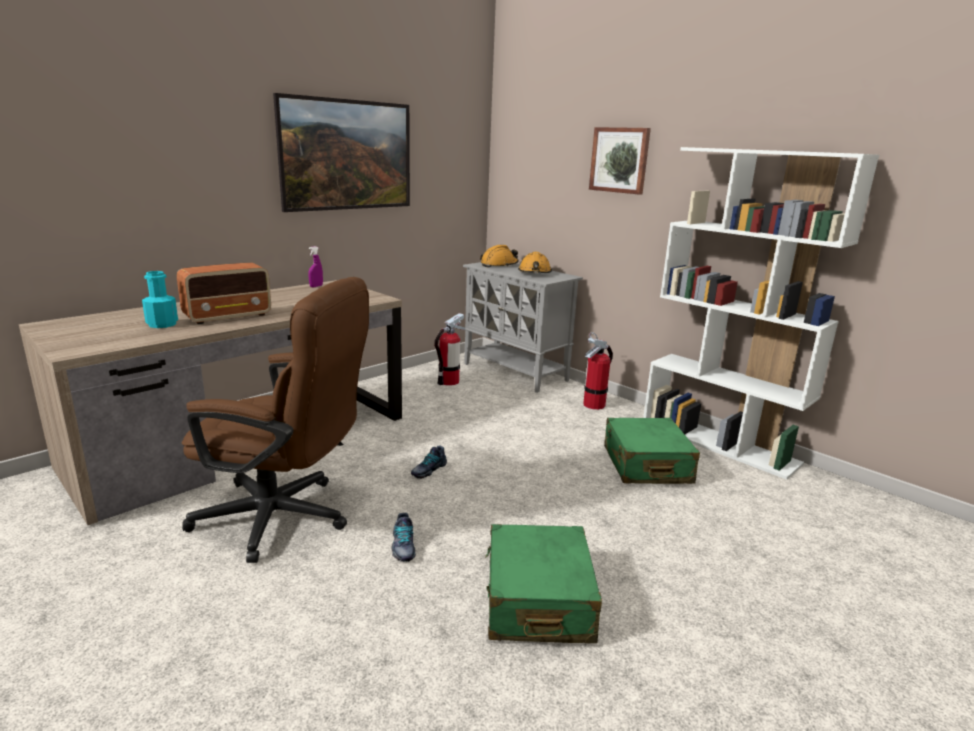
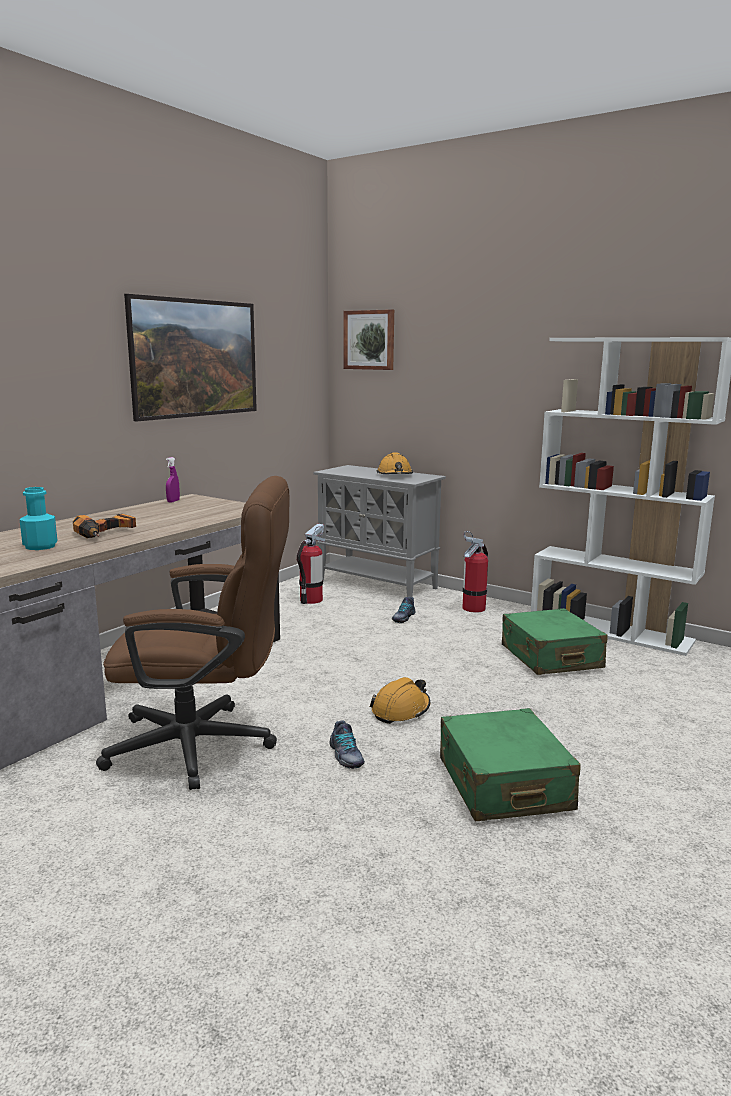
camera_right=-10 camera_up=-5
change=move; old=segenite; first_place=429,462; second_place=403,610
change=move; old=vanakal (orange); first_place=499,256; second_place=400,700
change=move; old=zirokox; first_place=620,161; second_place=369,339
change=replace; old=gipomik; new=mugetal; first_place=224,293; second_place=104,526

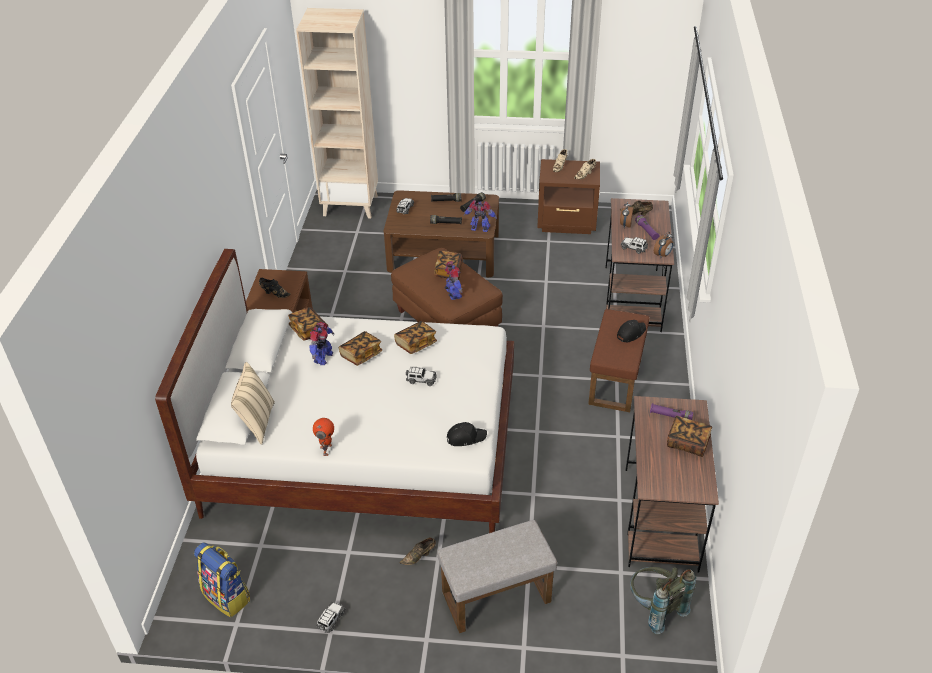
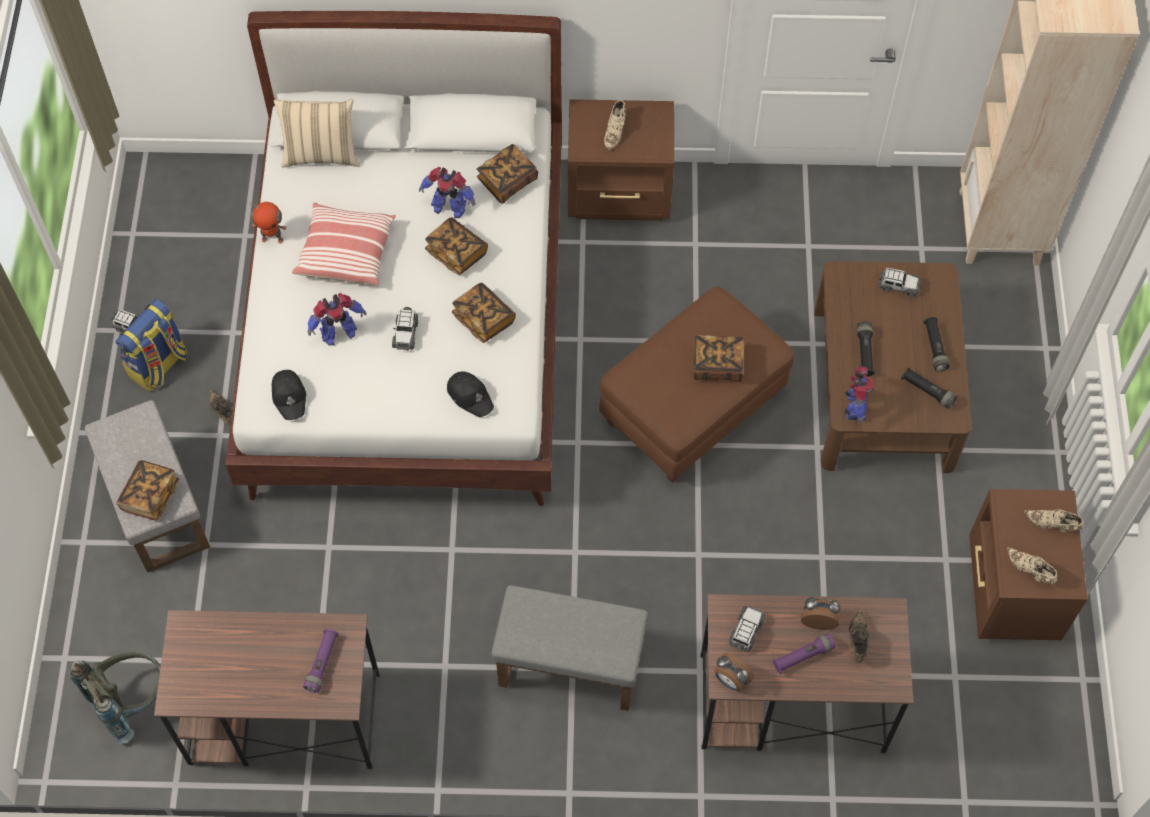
camera_right=85 camera_up=20
change=insert; new=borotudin; second_place=344,244
change=move; old=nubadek; first_place=222,580; second_place=152,345
change=move; old=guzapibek; first_place=453,280; second_place=337,319
change=move; old=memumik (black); first_place=631,331; second_place=470,394
change=move; old=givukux; first_place=689,436; second_place=147,490
change=recolor; old=segenite (black); new=segenite (beige); first_place=275,288; second_place=615,125
change=recolor; old=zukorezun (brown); new=zukorezun (grey); first_place=618,360; second_place=570,648

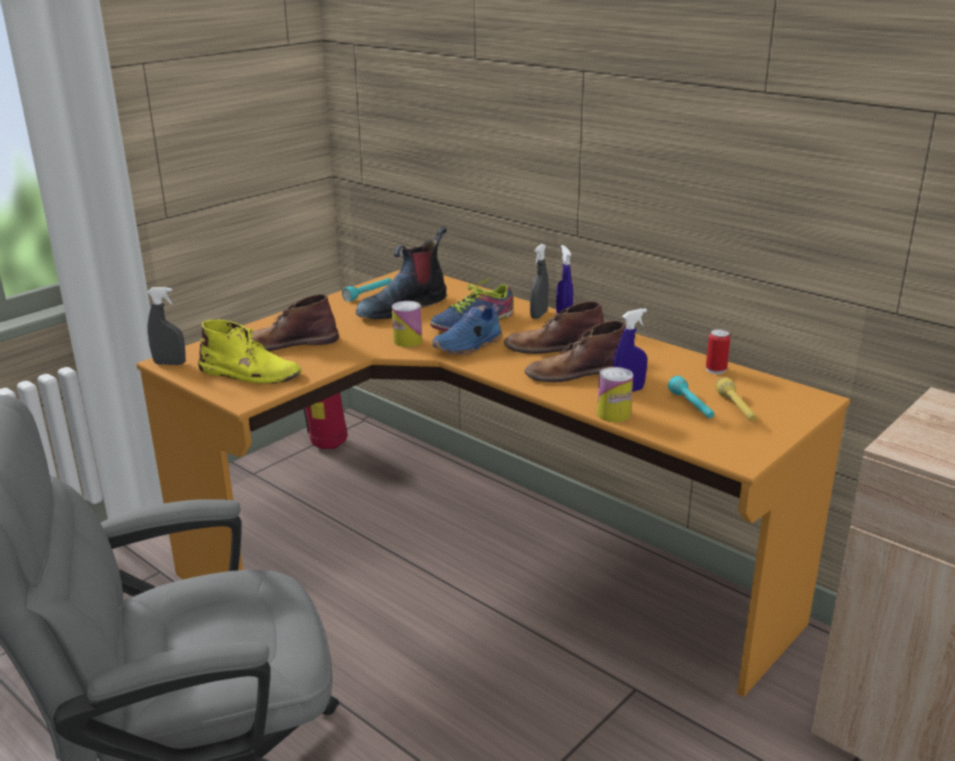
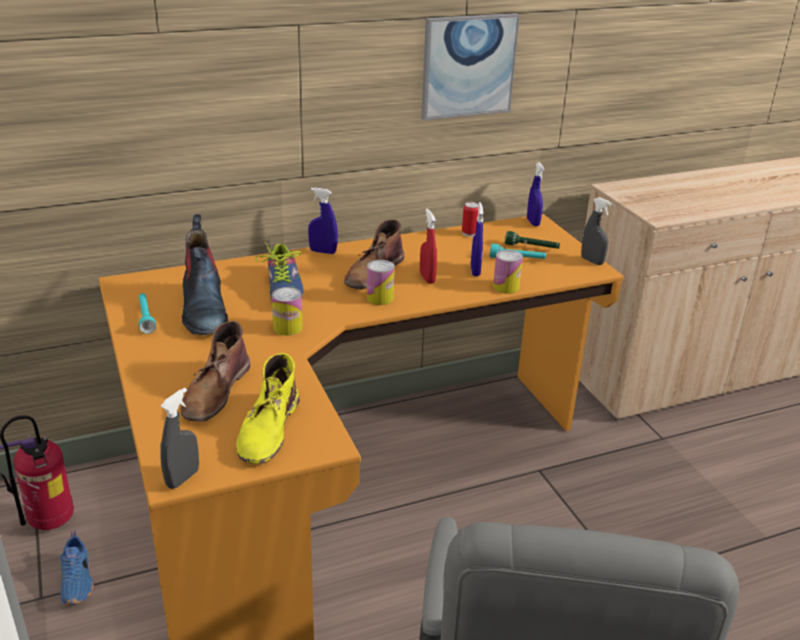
camera_right=-65 camera_up=5
change=insert; new=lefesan; second_place=381,282
change=insert; new=zirokox; second_place=470,66
change=insert; new=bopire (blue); second_place=536,194
change=move; old=segenite (blue); first_place=467,329; second_place=77,568
change=move; old=bopire (grey); first_place=539,281; second_place=596,231
change=replace; old=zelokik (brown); new=bopire (red); first_place=575,351; second_place=428,246
change=recolor; old=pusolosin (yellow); new=pusolosin (green); first_place=735,399; second_place=532,240
change=rotate; old=zelokik (yellow); first_place=249,351; second_place=268,408; degrees=150

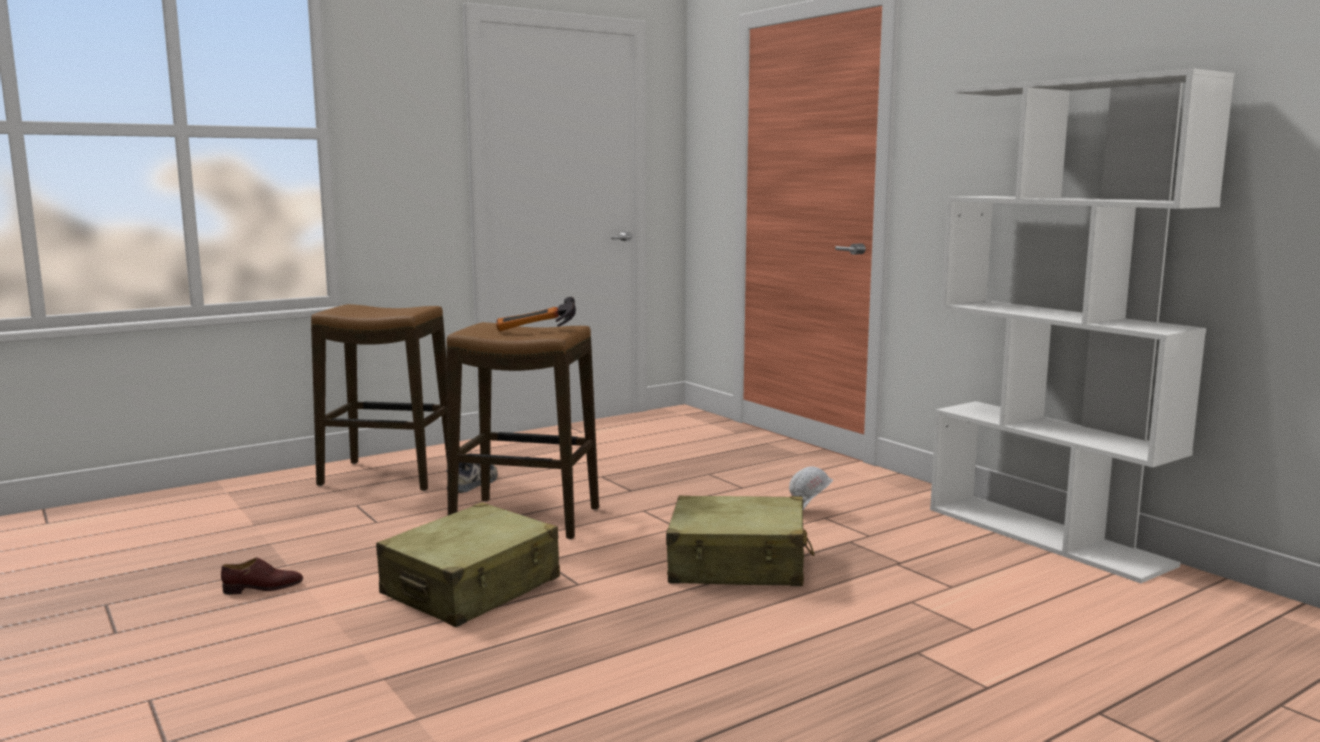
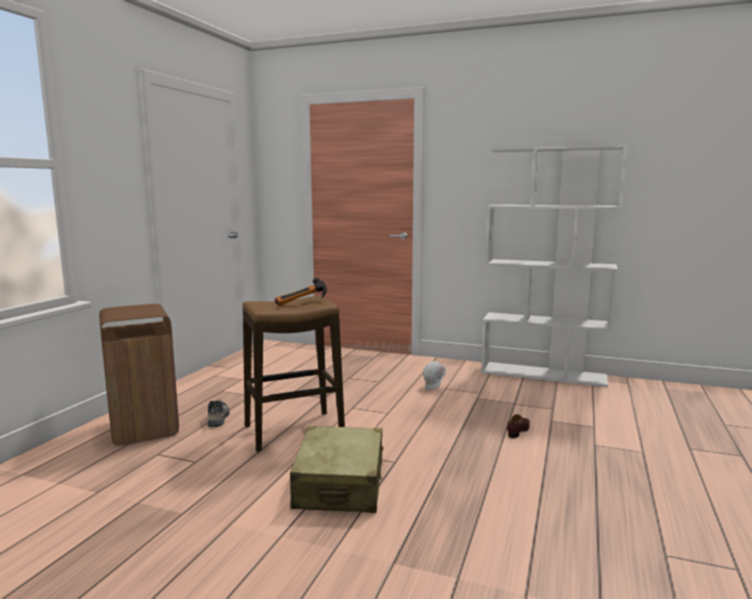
camera_right=-35 camera_up=0
change=delete; old=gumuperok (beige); first_place=740,541
change=move; old=segenite (brown); first_place=262,576; second_place=518,426
change=replace; old=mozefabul; new=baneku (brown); first_place=379,397; second_place=139,374

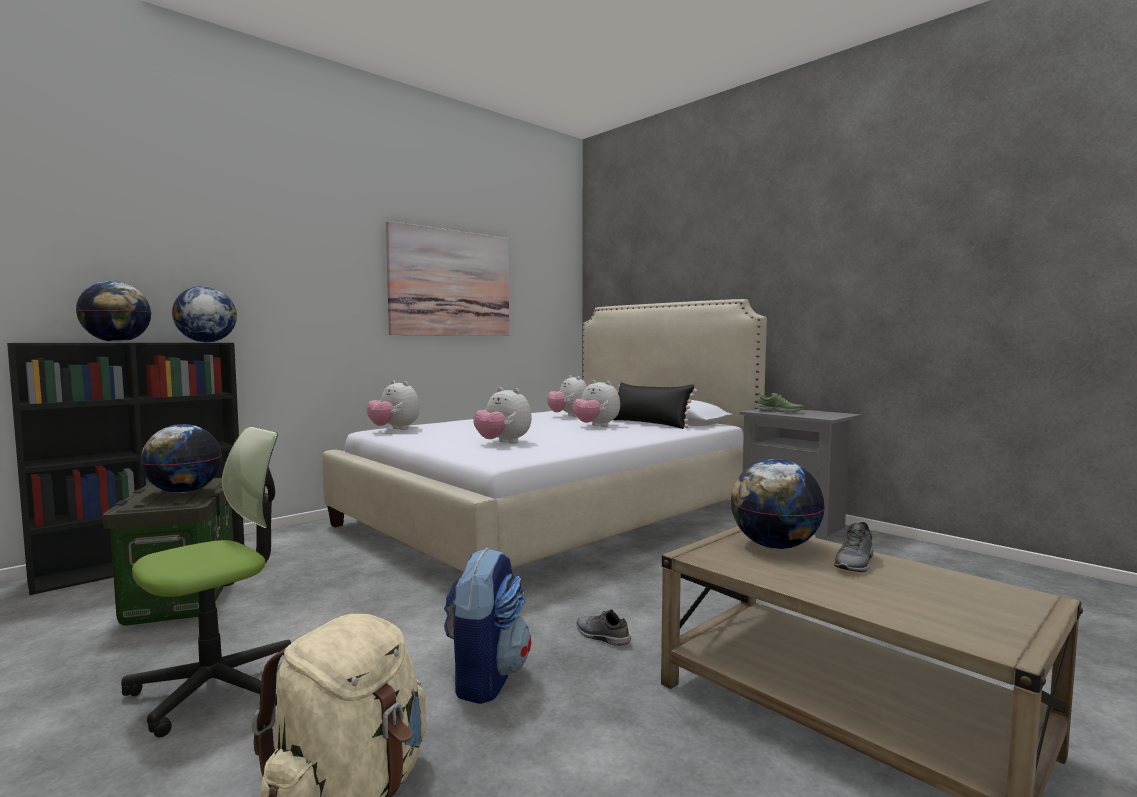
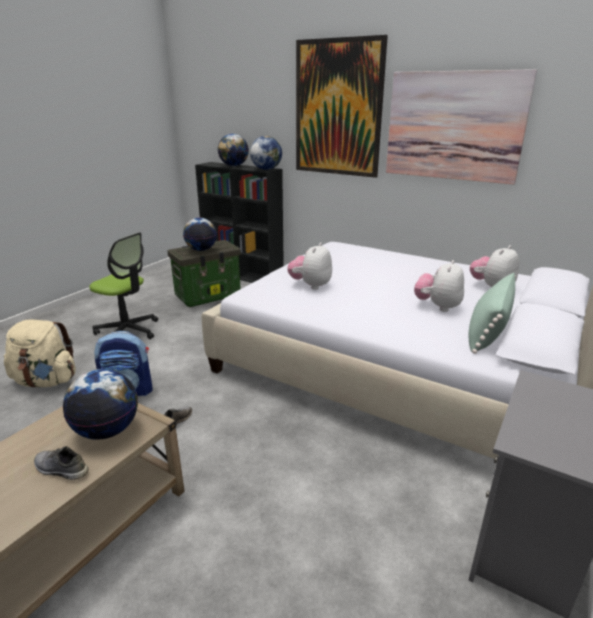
camera_right=75 camera_up=20
change=delete; old=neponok; first_place=393,405
change=delete; old=segenite; first_place=780,403
change=insert; new=zirokox; second_place=342,106
change=recolor; old=borotudin (black); new=borotudin (green); first_place=655,405; second_place=492,313

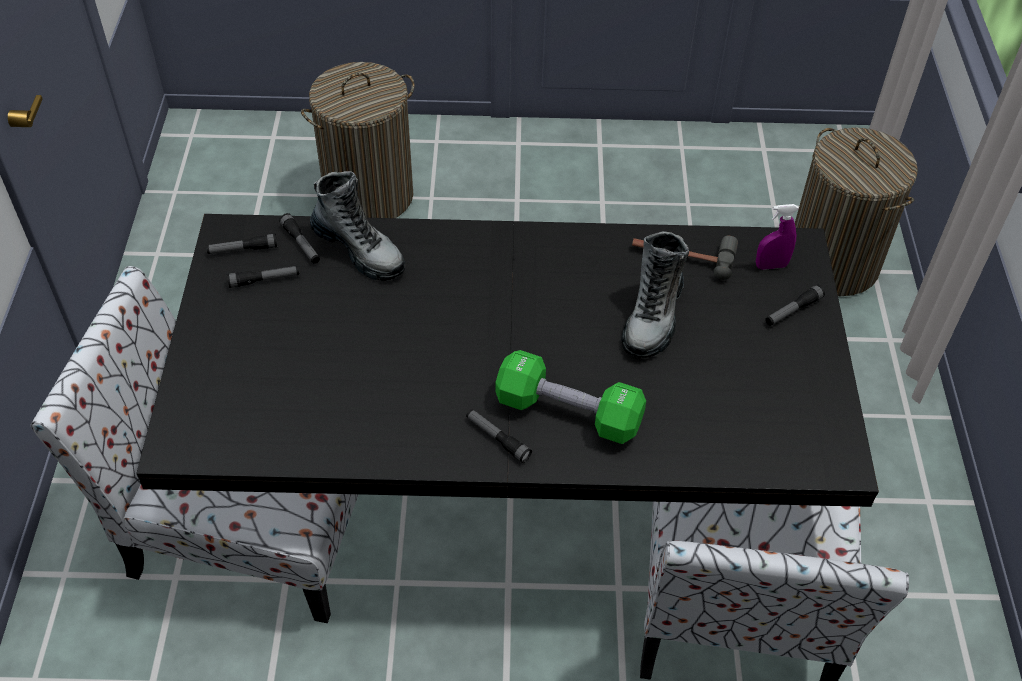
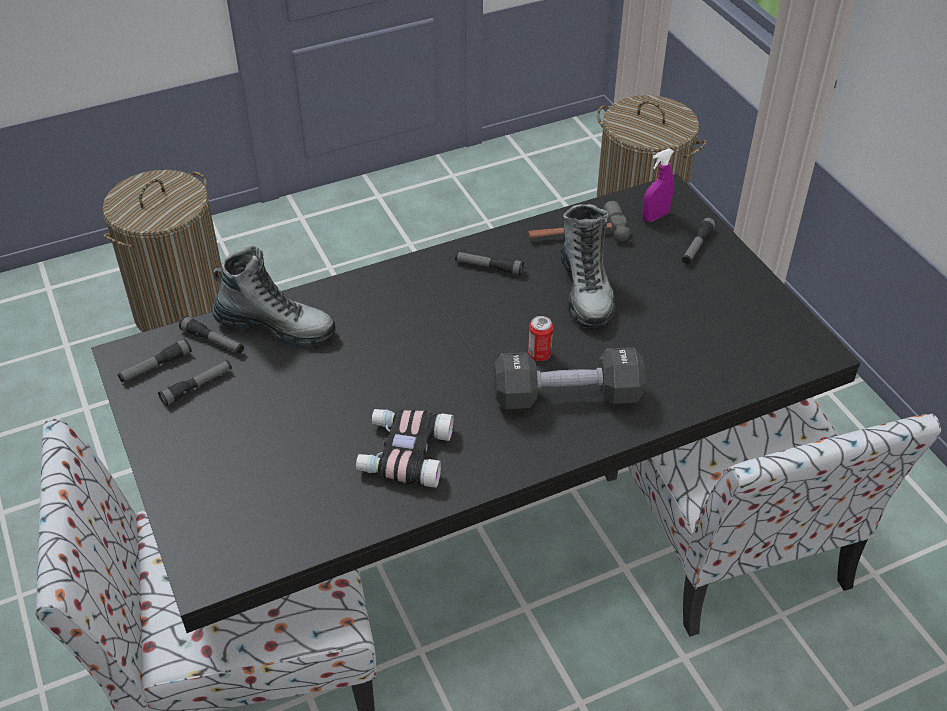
camera_right=-25 camera_up=-5
change=insert; new=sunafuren; second_place=405,448
change=insert; new=lefesan; second_place=540,338
change=move; old=pusolosin; first_place=499,436; second_place=489,263
change=recolor; old=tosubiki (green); new=tosubiki (black); first_place=570,397; second_place=570,378

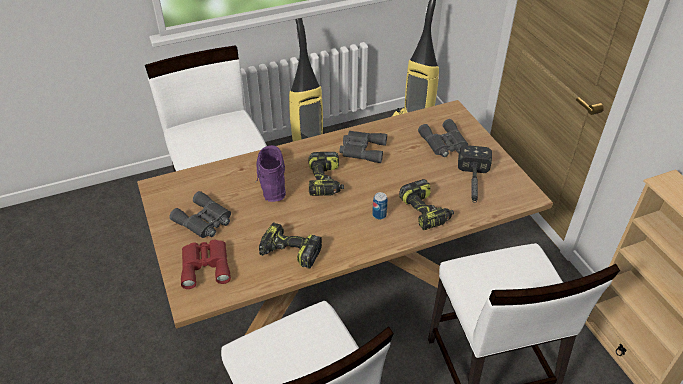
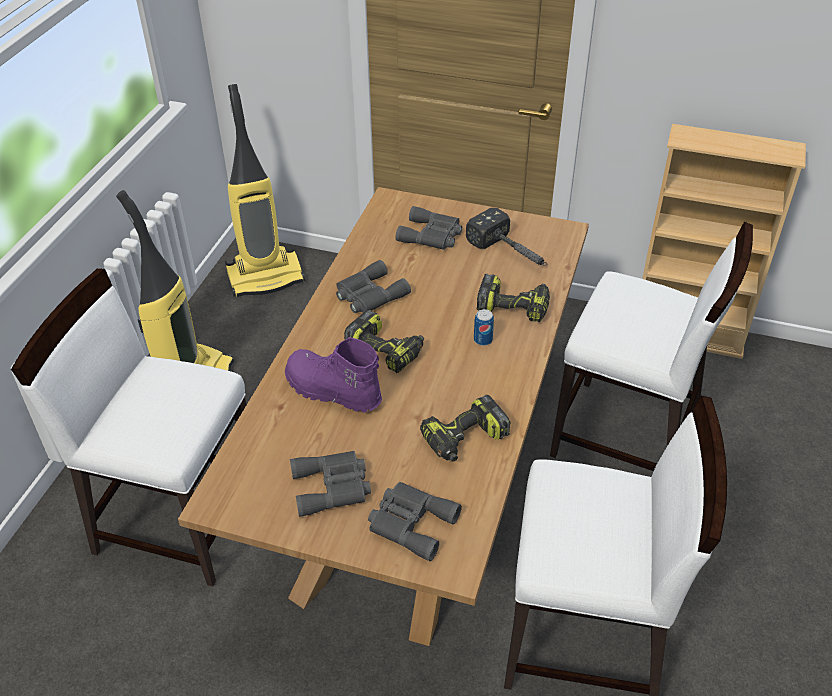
camera_right=-50 camera_up=0
change=recolor; old=sunafuren (red); new=sunafuren (grey); first_place=206,264; second_place=415,521

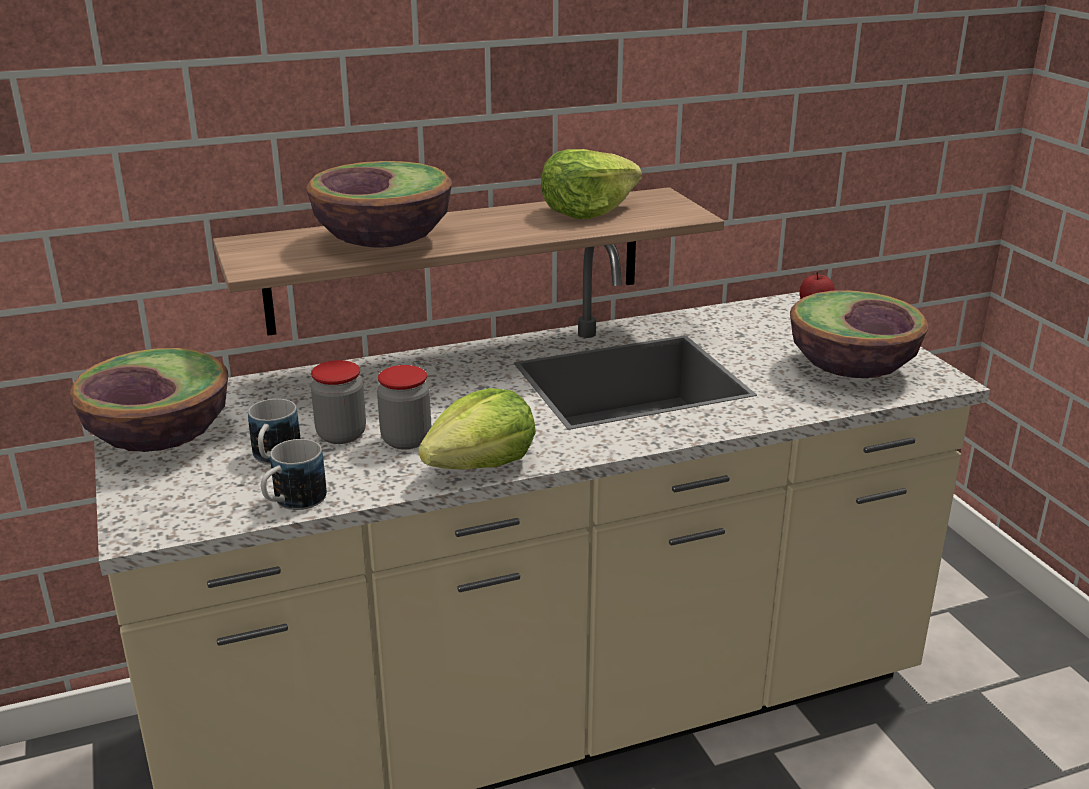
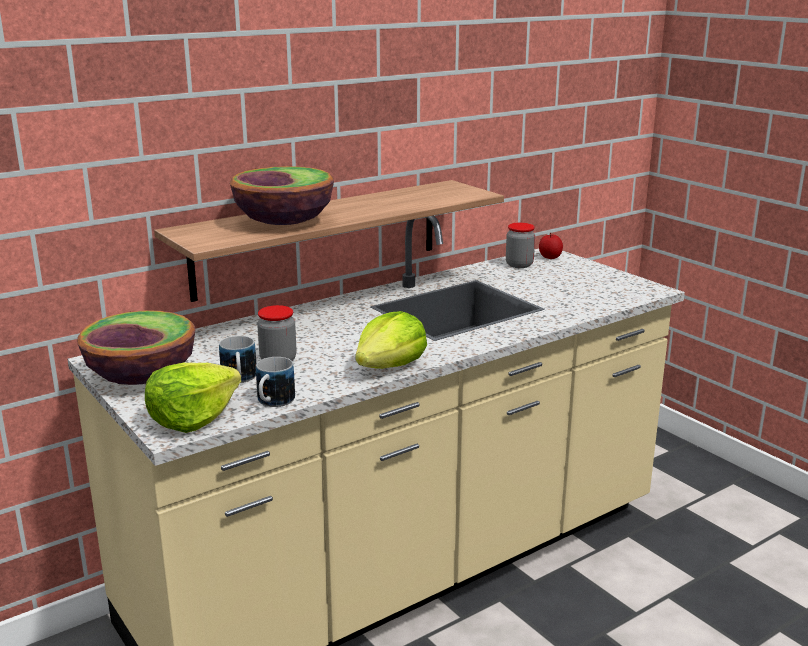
camera_right=-15 camera_up=-5
change=delete; old=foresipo; first_place=859,334
change=move; old=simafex; first_place=404,407; second_place=520,245
change=move; old=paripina; first_place=591,184; second_place=193,398

